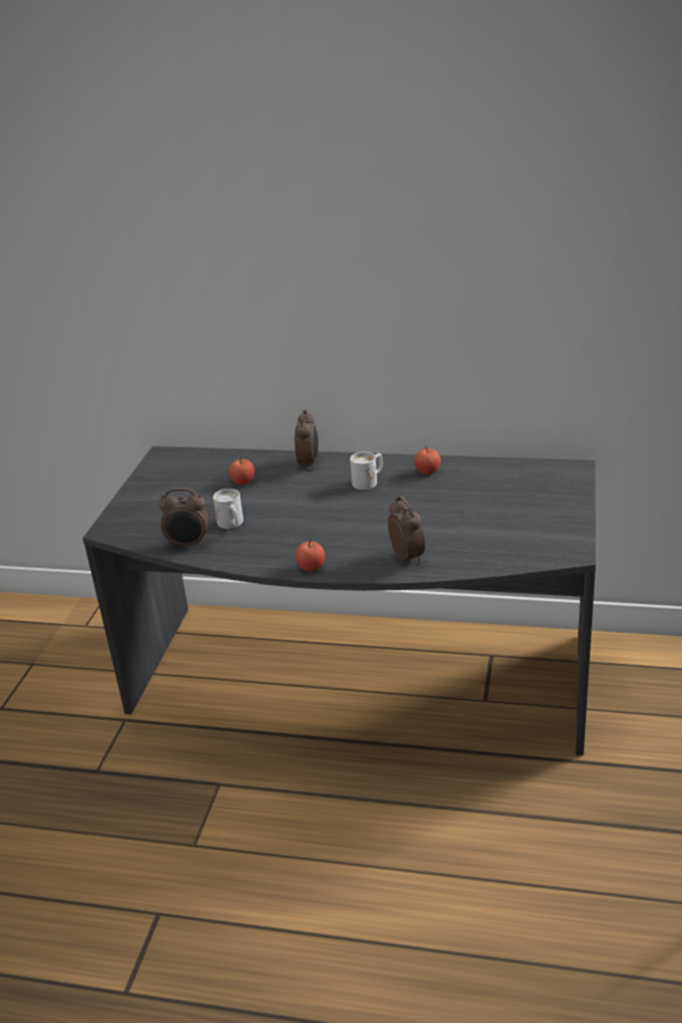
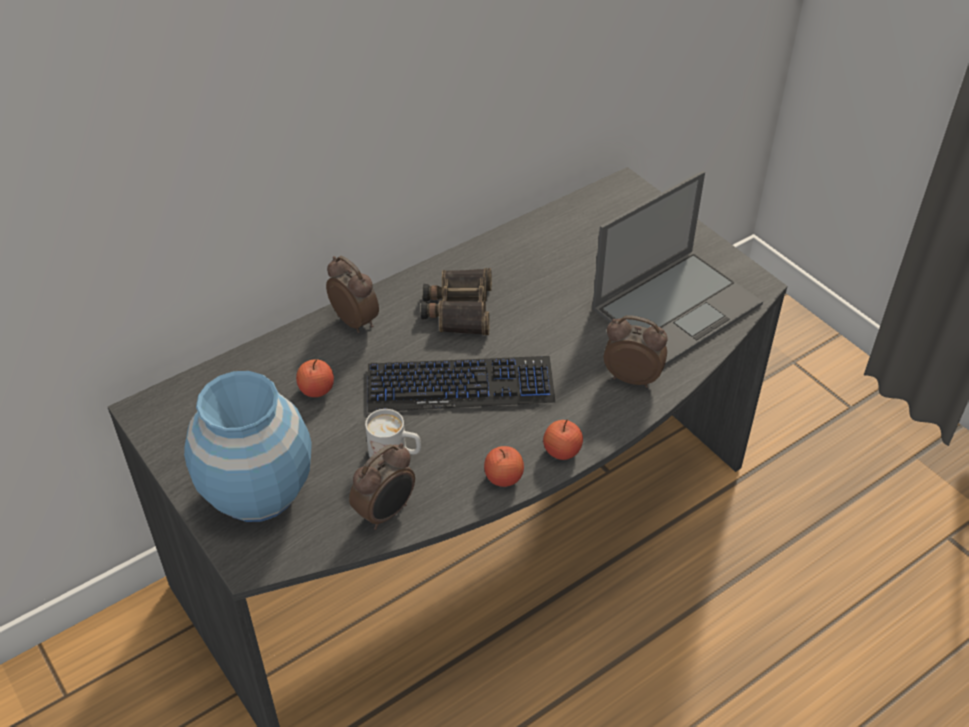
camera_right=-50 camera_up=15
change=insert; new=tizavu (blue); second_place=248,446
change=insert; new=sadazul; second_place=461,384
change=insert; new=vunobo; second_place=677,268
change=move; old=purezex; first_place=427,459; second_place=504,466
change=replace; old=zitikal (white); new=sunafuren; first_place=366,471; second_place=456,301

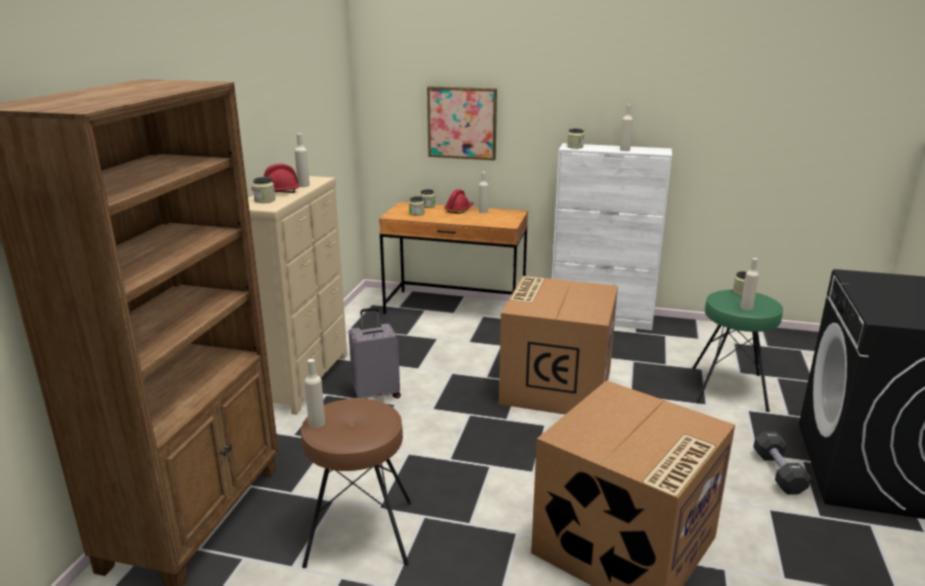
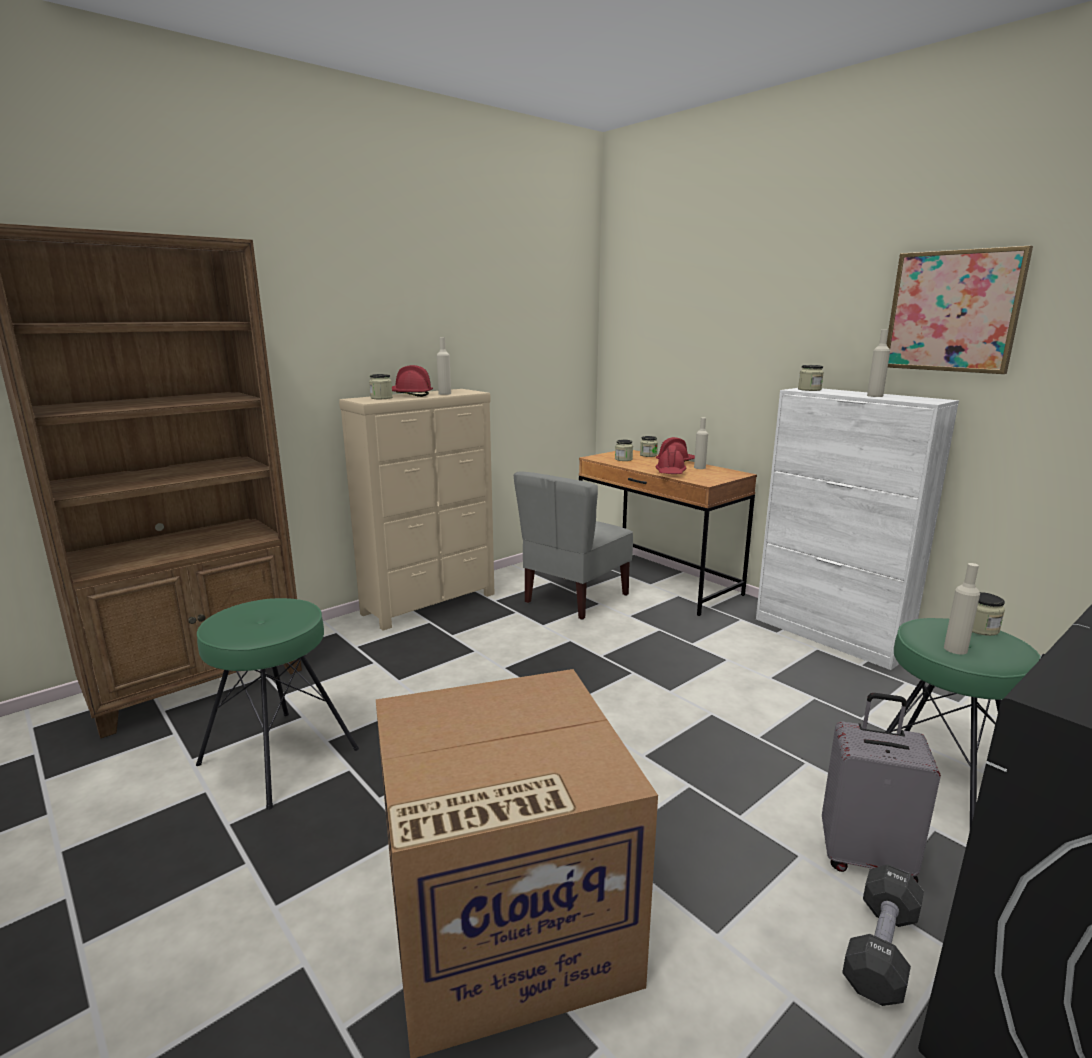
camera_right=35 camera_up=-5
change=delete; old=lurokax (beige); first_place=314,393
change=delete; old=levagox; first_place=558,345
change=insert; new=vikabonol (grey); second_place=573,546
change=insert; new=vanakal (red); second_place=671,459
change=move; old=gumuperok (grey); first_place=375,353; second_place=881,788
change=move; old=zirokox; first_place=462,123; second_place=960,310
change=recolor; old=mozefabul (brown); new=mozefabul (green); first_place=356,483; second_place=277,704

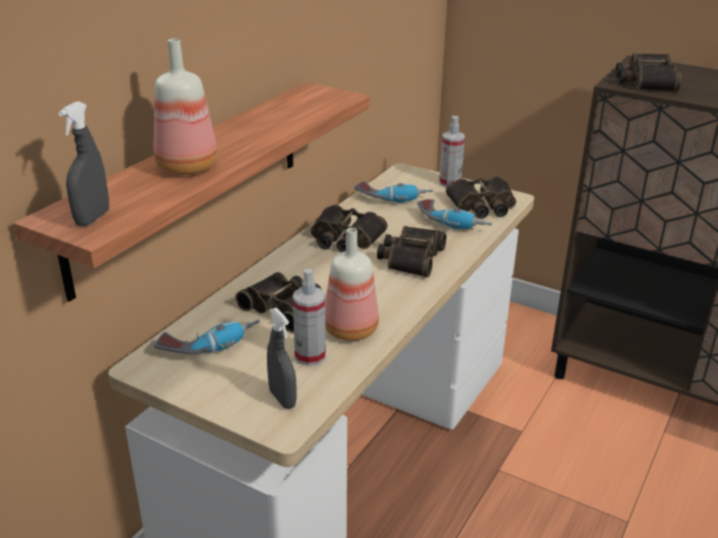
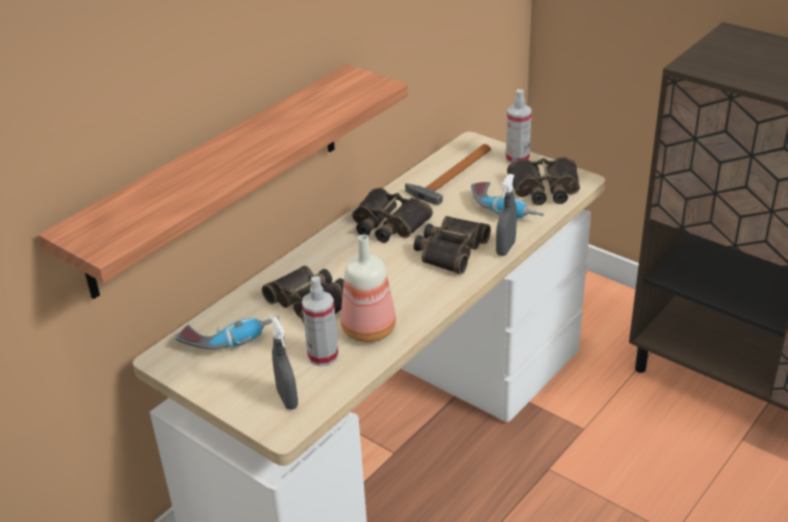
camera_right=10 camera_up=5
change=delete; old=lurokax; first_place=186,106
change=delete; old=sunafuren; first_place=648,72
change=move; old=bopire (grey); first_place=83,163; second_place=506,215
change=replace; old=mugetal; new=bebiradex; first_place=393,192; second_place=448,174

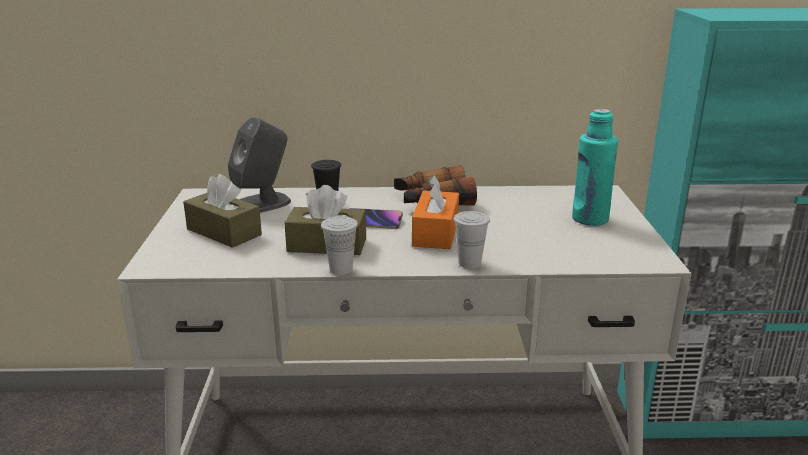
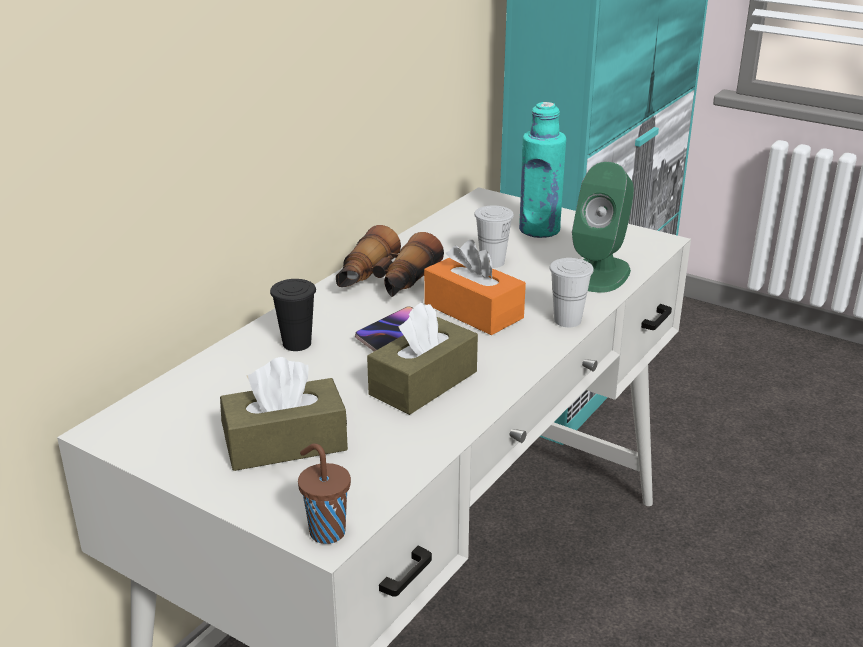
camera_right=-55 camera_up=5
change=delete; old=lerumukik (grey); first_place=259,165
change=insert; new=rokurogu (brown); second_place=324,493
change=insert; new=lerumukik (green); second_place=603,227
change=move; old=rokurogu (white); first_place=339,245; second_place=494,236

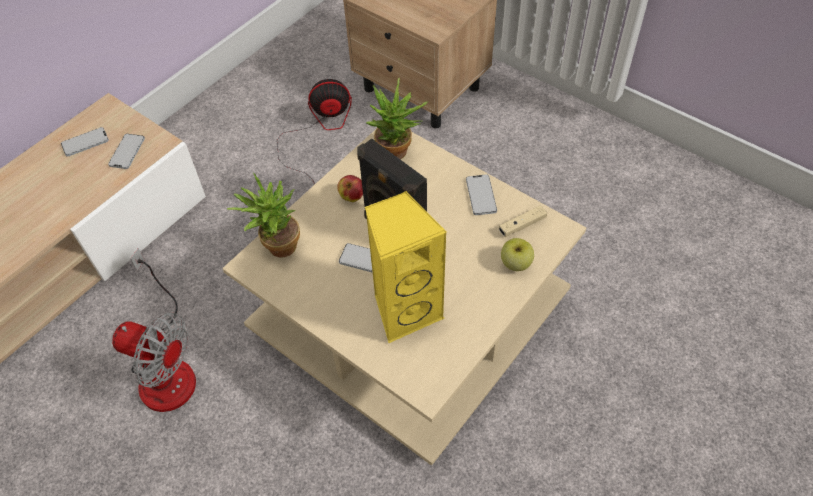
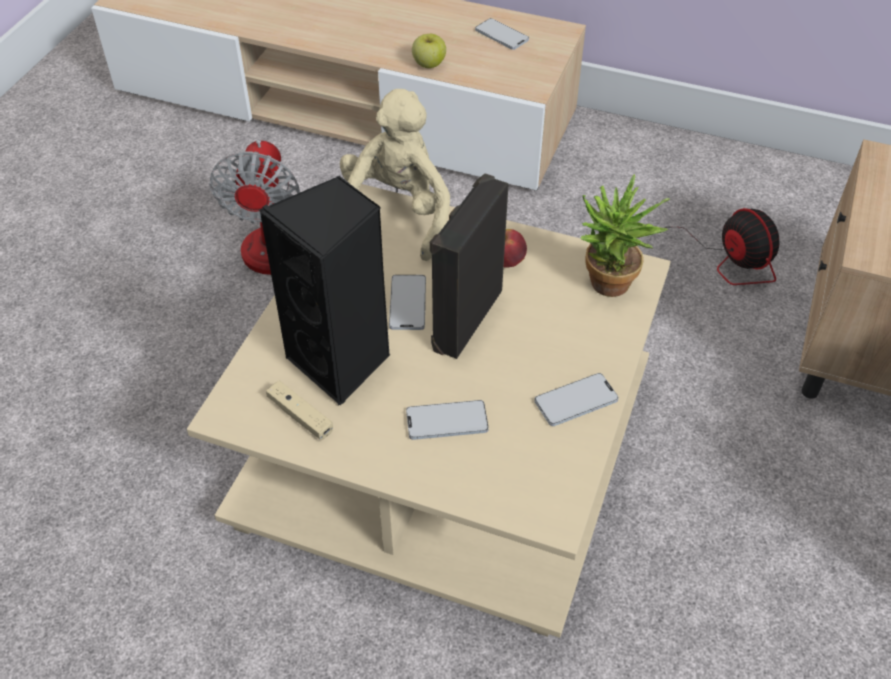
camera_right=70 camera_up=-5
change=move; old=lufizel; first_place=126,151; second_place=447,420
change=move; old=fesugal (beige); first_place=523,221; second_place=299,410
change=move; old=purezex; first_place=517,254; second_place=429,51
change=replace; old=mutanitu; new=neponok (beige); first_place=263,215; second_place=395,175
change=recolor; old=lerumukik (yellow); new=lerumukik (black); first_place=406,267; second_place=324,290

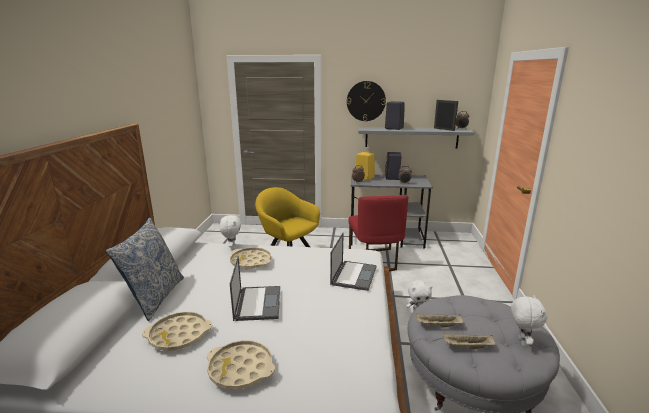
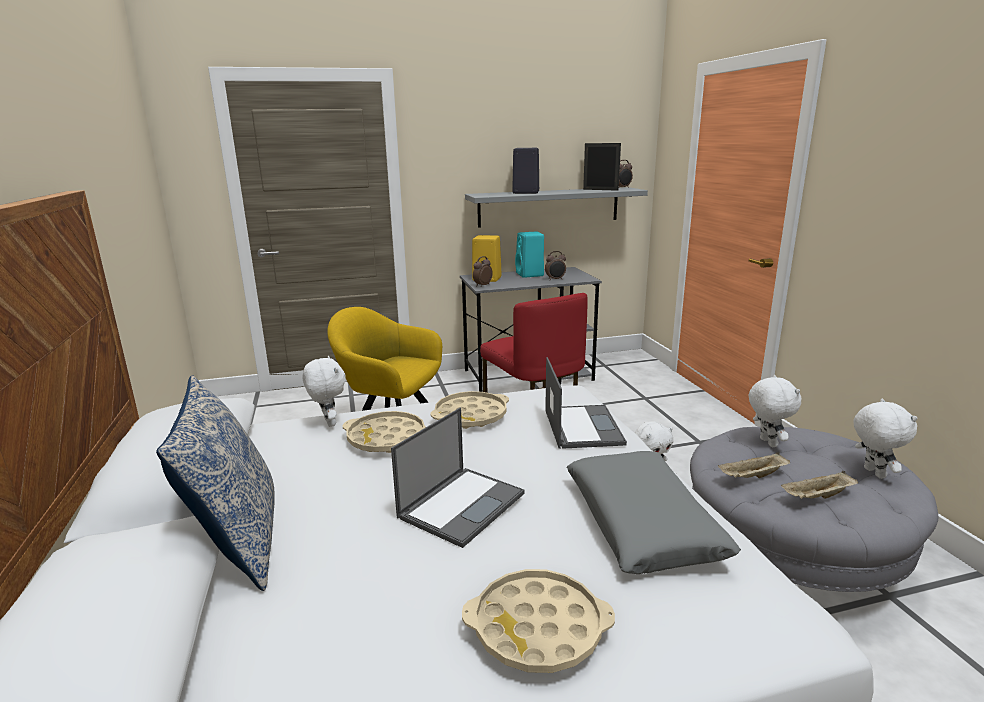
camera_right=-20 camera_up=0
change=delete; old=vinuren; first_place=366,101
change=insert; new=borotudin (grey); second_place=654,512
change=insert; new=neponok (white); second_place=775,411
change=move; old=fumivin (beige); first_place=177,331; second_place=470,410
change=recolor; old=lerumukik (black); new=lerumukik (turquoise); first_place=393,166; second_place=529,255
change=rotate; old=vunobo; first_place=255,288; second_place=457,478; degrees=60

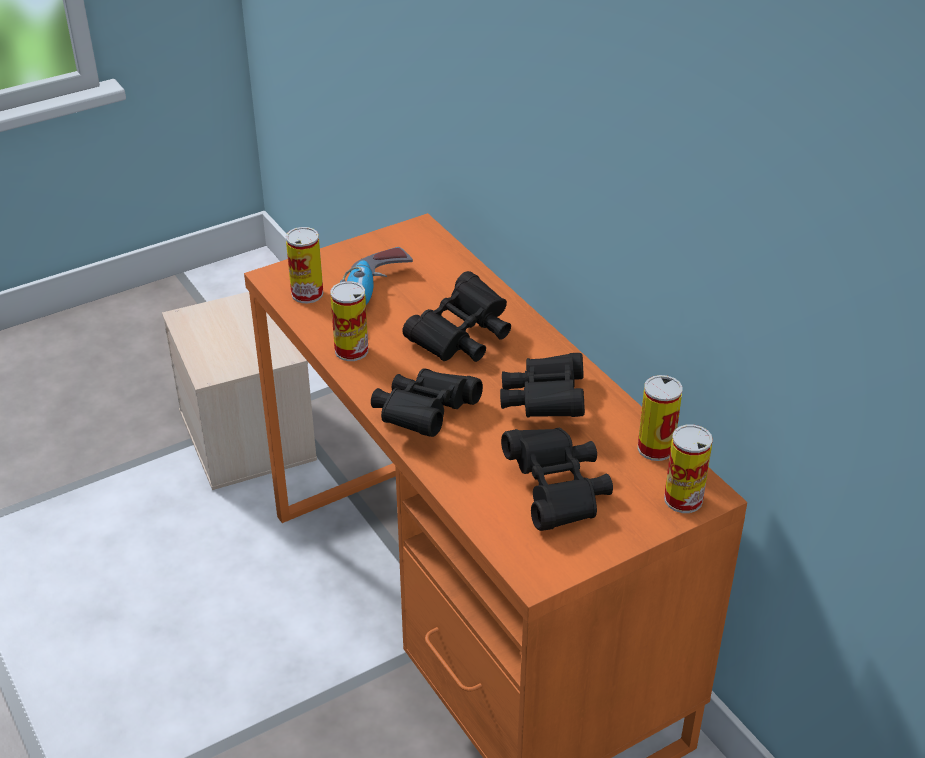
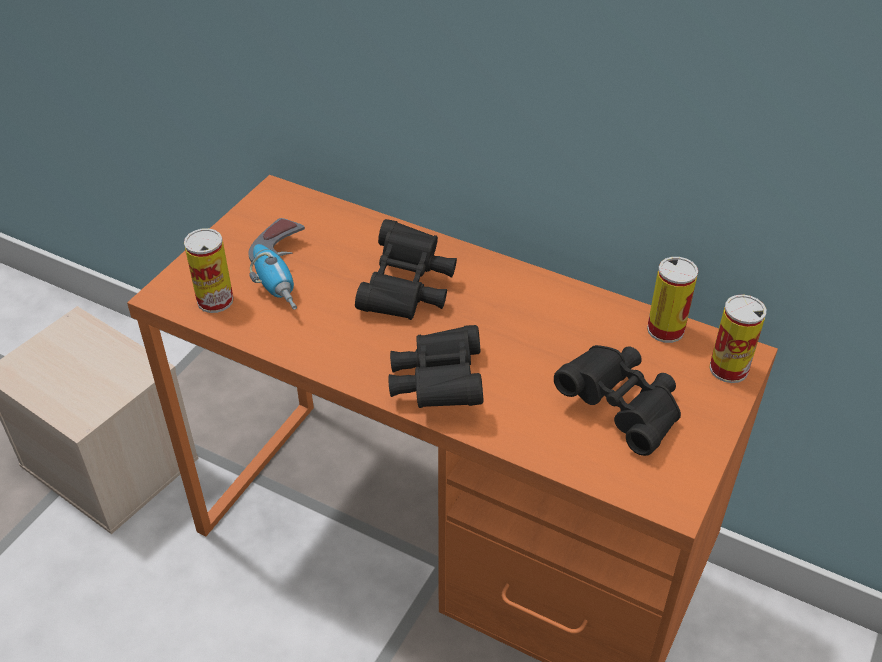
camera_right=-30 camera_up=5
change=delete; old=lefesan; first_place=349,321
change=delete; old=sunafuren (black); first_place=542,385

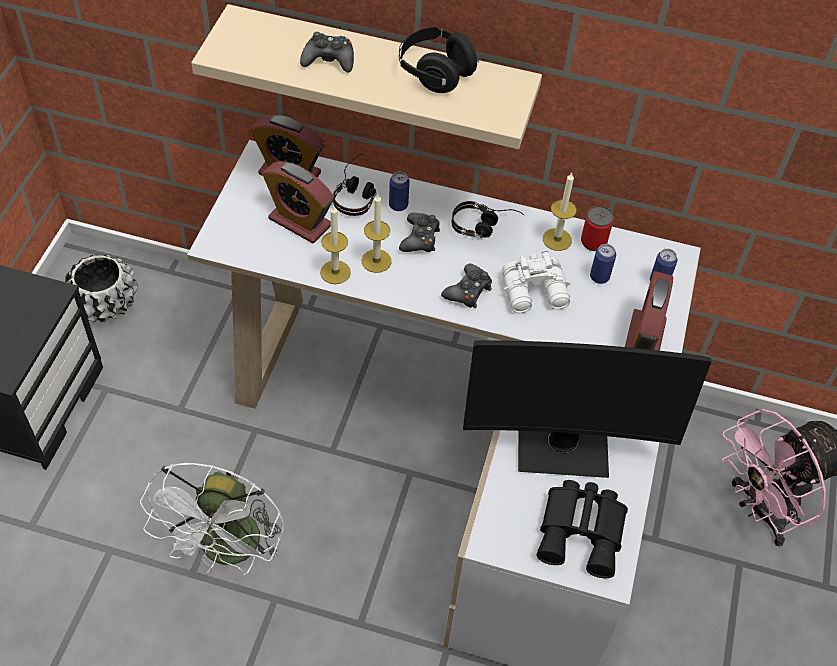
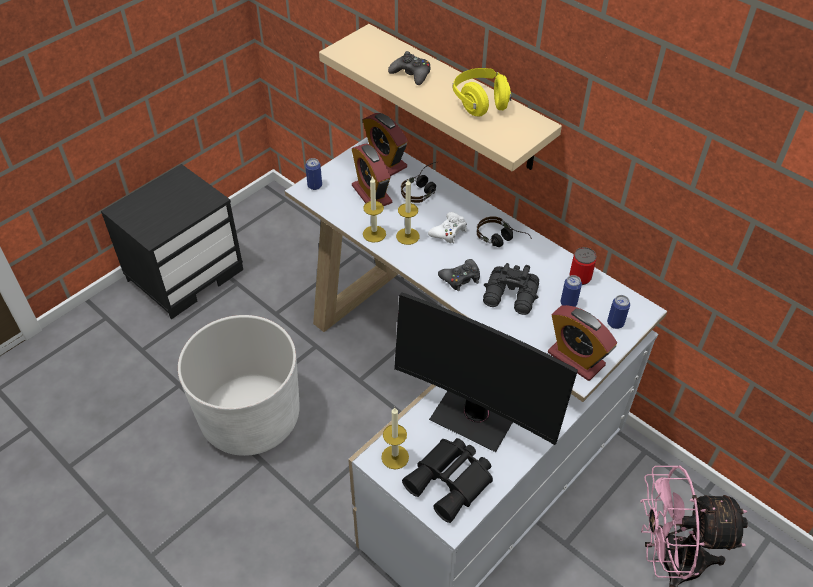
camera_right=30 camera_up=-5
change=delete; old=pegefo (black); first_place=101,288
change=move; old=lefesan; first_place=399,191; second_place=313,174
change=move; old=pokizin; first_place=560,212; second_place=395,438
change=replace; old=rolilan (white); new=pegefo (white); first_place=212,519; second_place=239,385
change=recolor; old=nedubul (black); new=nedubul (yellow); first_place=439,60; second_place=482,92
change=recolor; old=fesugal (black); new=fesugal (white); first_place=419,232; second_place=447,227
change=recolor; old=sunafuren (white); new=sunafuren (black); first_place=536,281; second_place=511,289
change=rotate; old=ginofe; first_place=649,311; second_place=582,343; degrees=-90

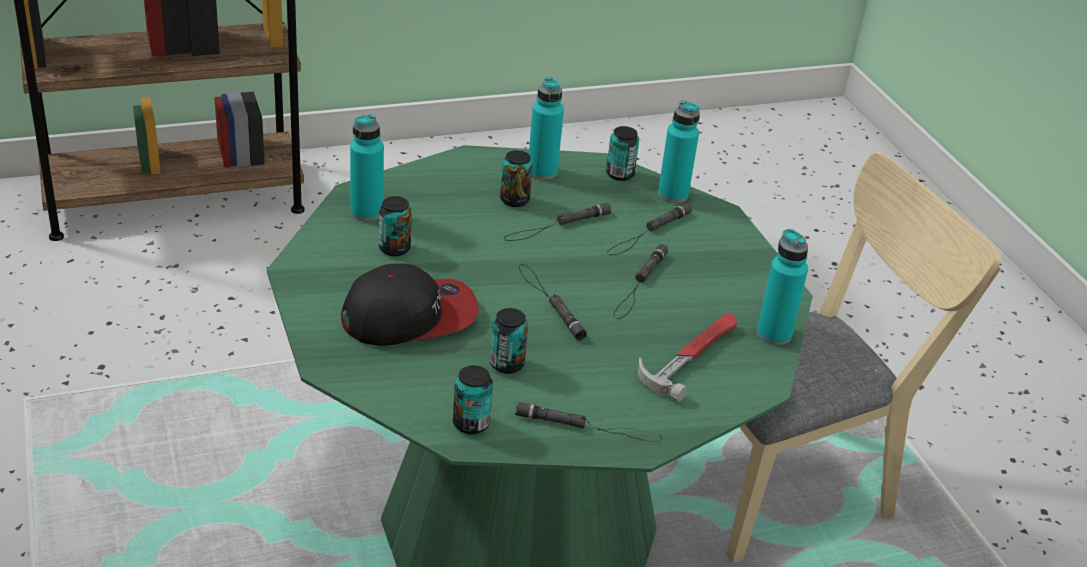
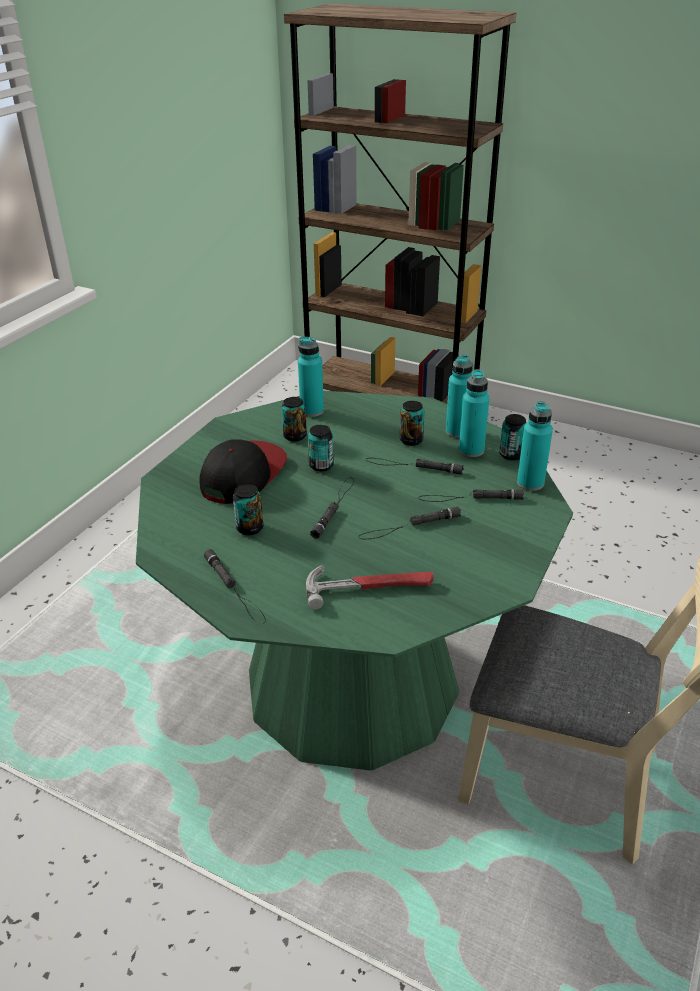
camera_right=50 camera_up=0
change=move; old=lefesan; first_place=473,399; second_place=321,448
change=move; old=lurokax (turquoise); first_place=782,287; second_place=474,413
change=rotate; old=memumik; first_place=410,304; second_place=243,471; degrees=-90

